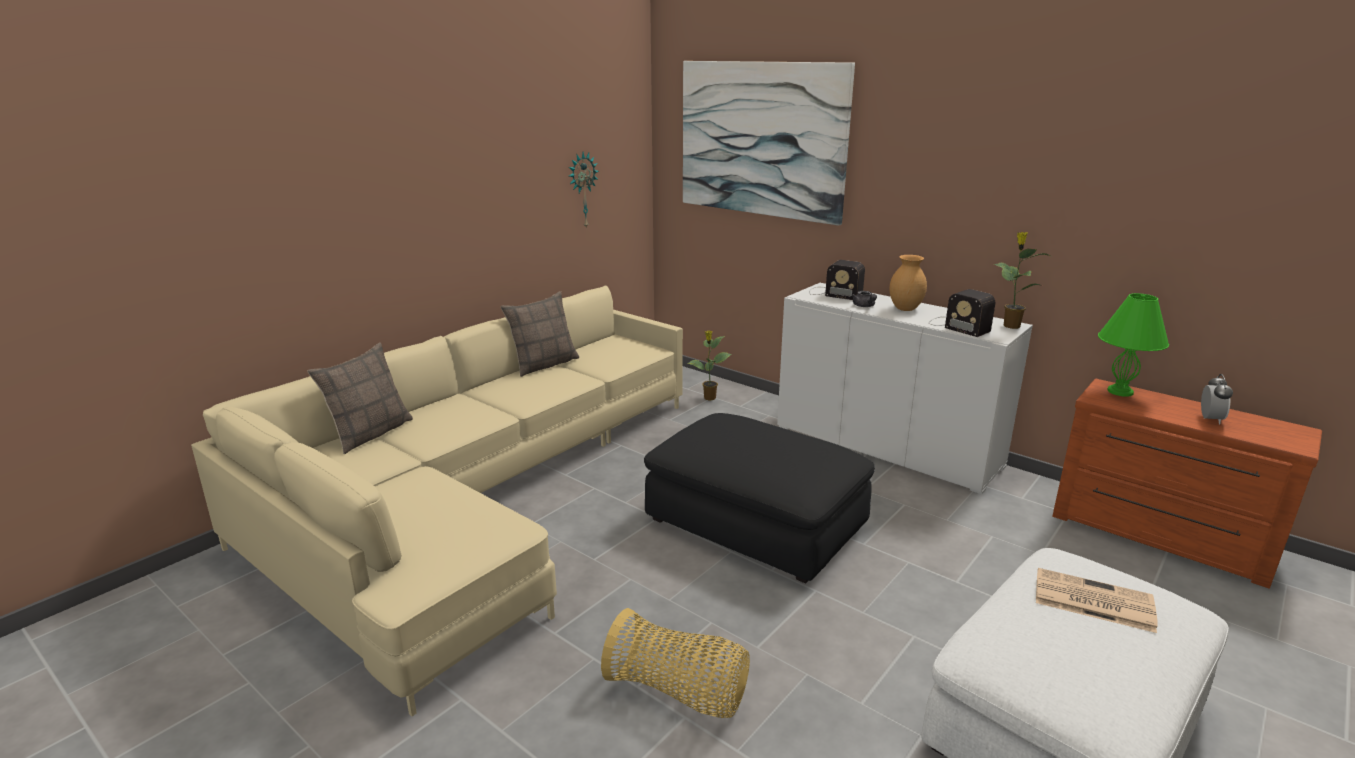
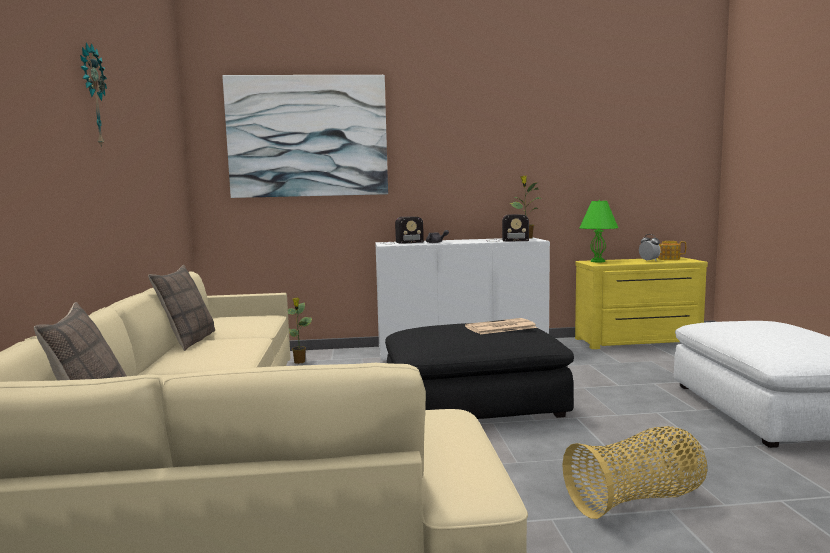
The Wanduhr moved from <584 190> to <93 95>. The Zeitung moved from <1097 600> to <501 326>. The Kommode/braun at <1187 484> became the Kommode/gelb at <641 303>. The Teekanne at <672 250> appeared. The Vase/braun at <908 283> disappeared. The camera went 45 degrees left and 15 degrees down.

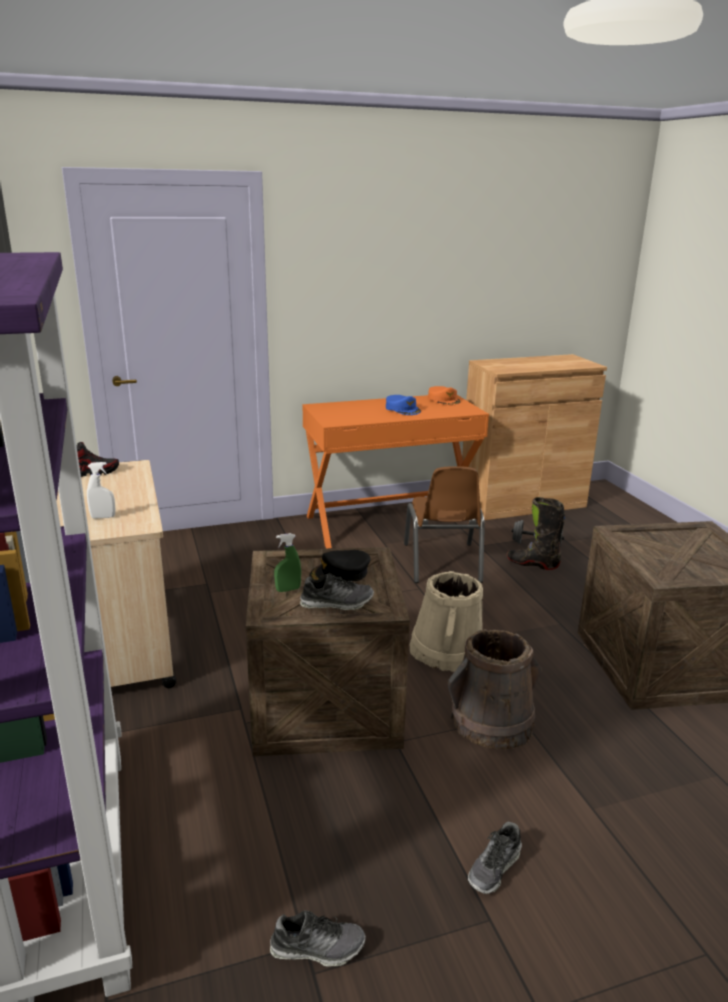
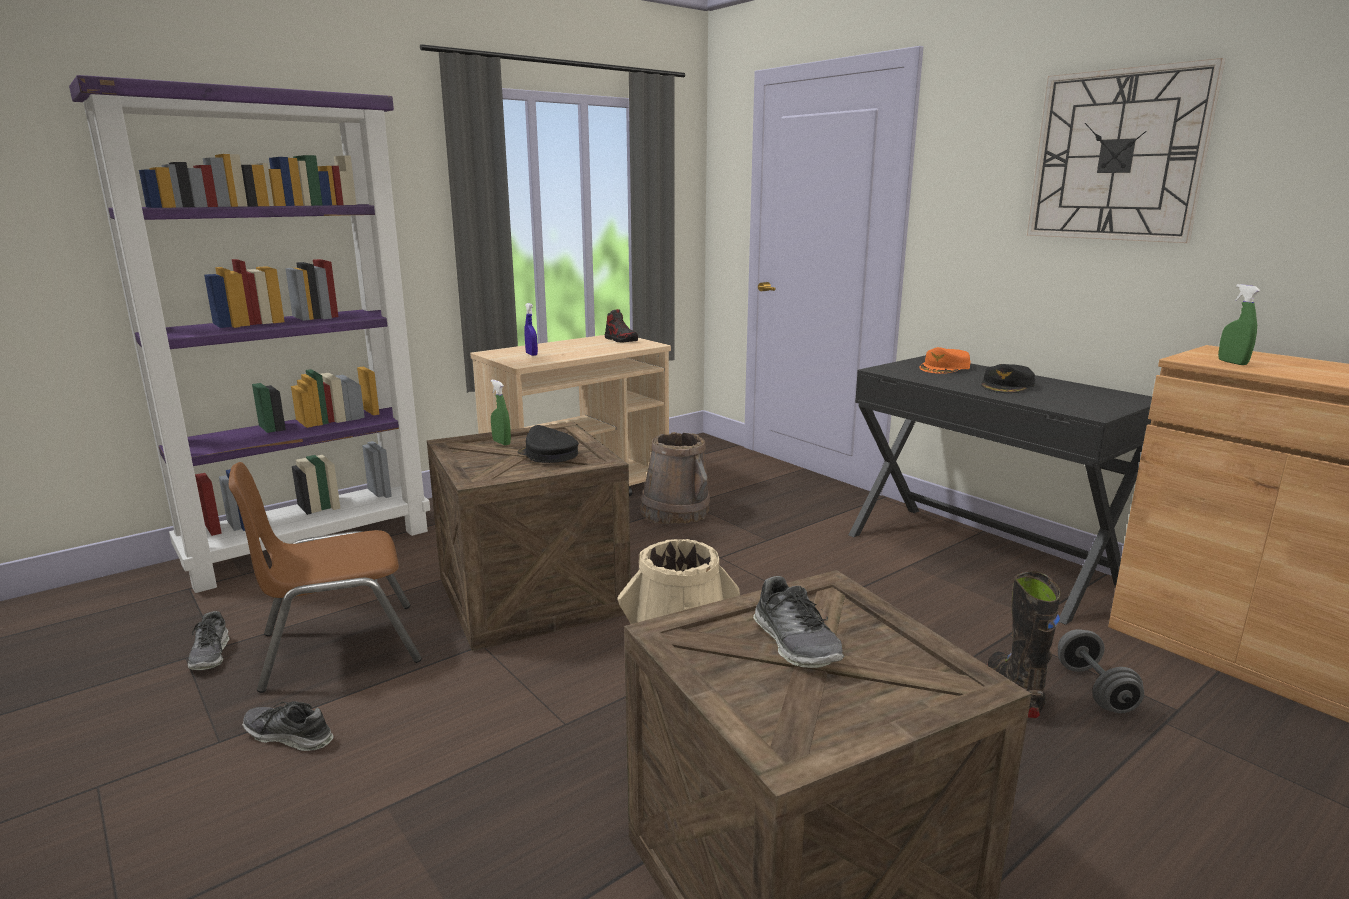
The Stuhl/braun moved from <444 524> to <325 577>. The Sprühflasche/weiß at <101 490> became the Sprühflasche/blau at <531 329>. The Eimer/braun moved from <494 689> to <675 478>. The Schuh moved from <337 591> to <798 622>. The Schreibtisch/orange at <395 472> became the Schreibtisch/schwarz at <1000 490>. The Kappe/orange moved from <444 396> to <945 360>. The Kappe/blau at <403 405> became the Kappe/schwarz at <1008 378>. The Wanduhr at <1126 150> appeared. The Sprühflasche/grün at <1239 324> appeared. The camera went 70 degrees right and 5 degrees down.

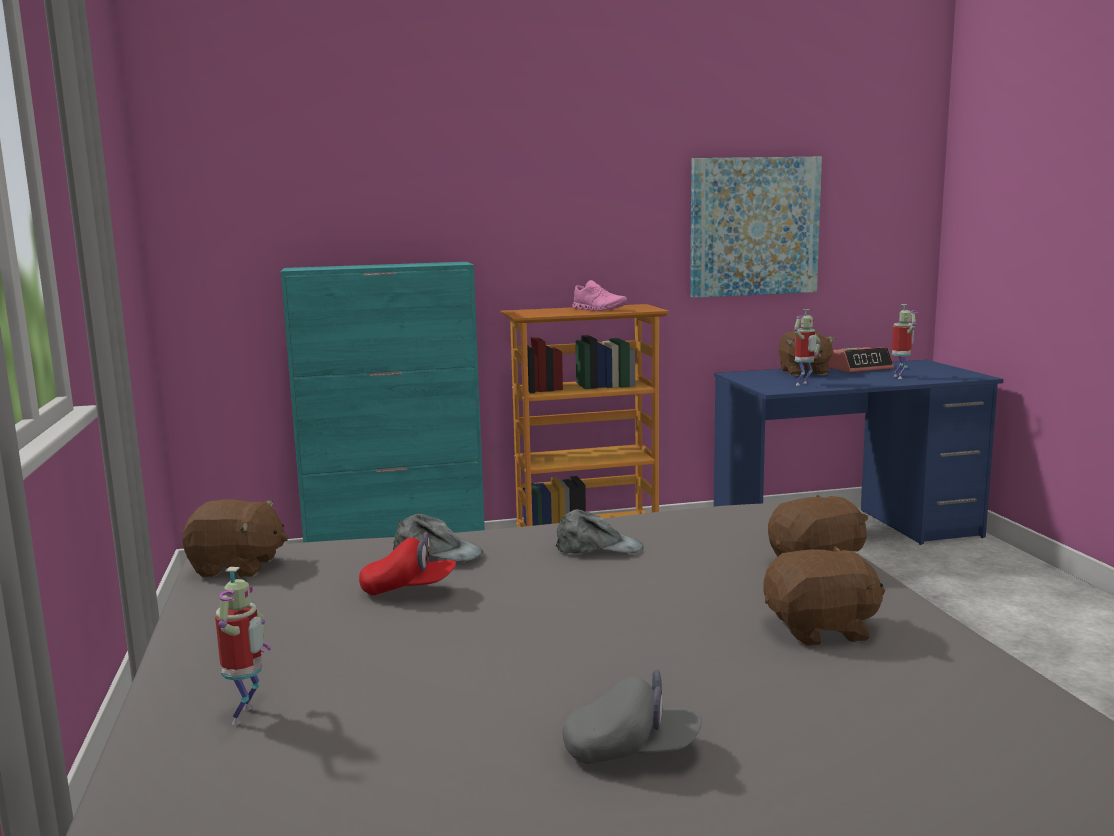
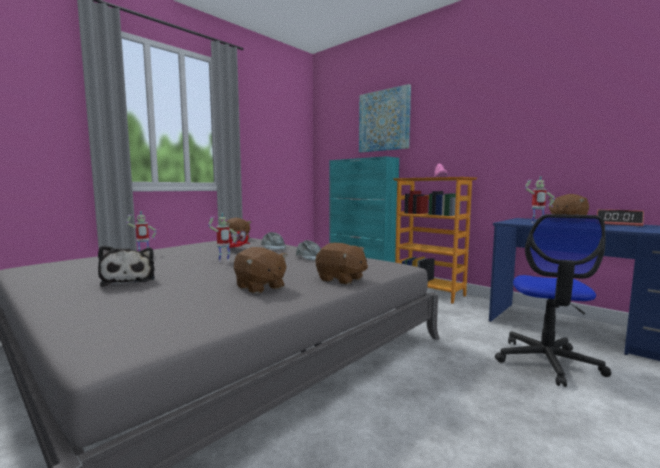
The Kappe/grau at <632 716> was replaced by the Plüschtier at <126 266>. The Spielzeugroboter moved from <905 341> to <223 237>. The Bild moved from <756 227> to <385 118>. The Bürostuhl at <553 300> appeared. The camera went 55 degrees right and 5 degrees down.

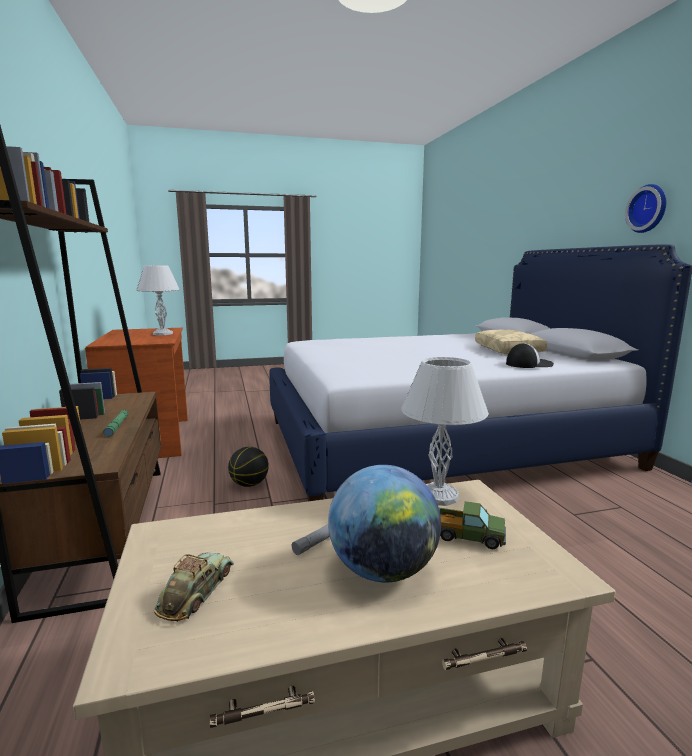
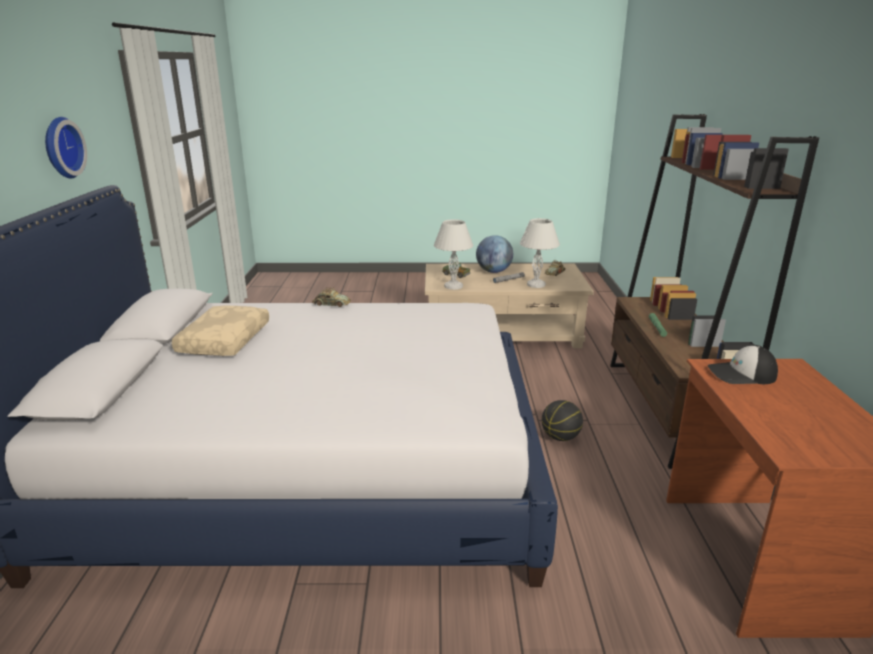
The Spielzeugauto at <331 297> appeared. The Tischlampe/weiß moved from <158 300> to <540 253>. The Kappe moved from <530 355> to <743 364>. The camera went 165 degrees left and 10 degrees up.

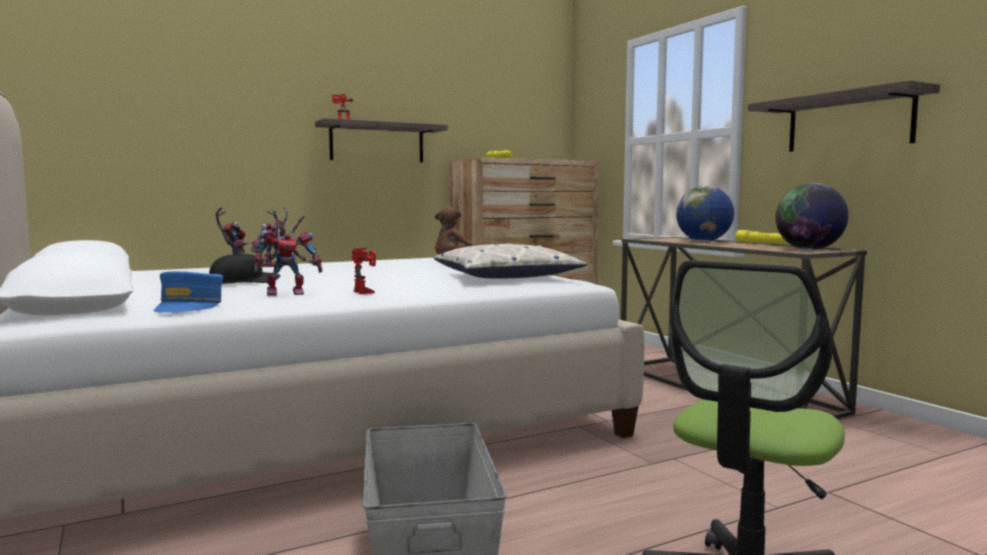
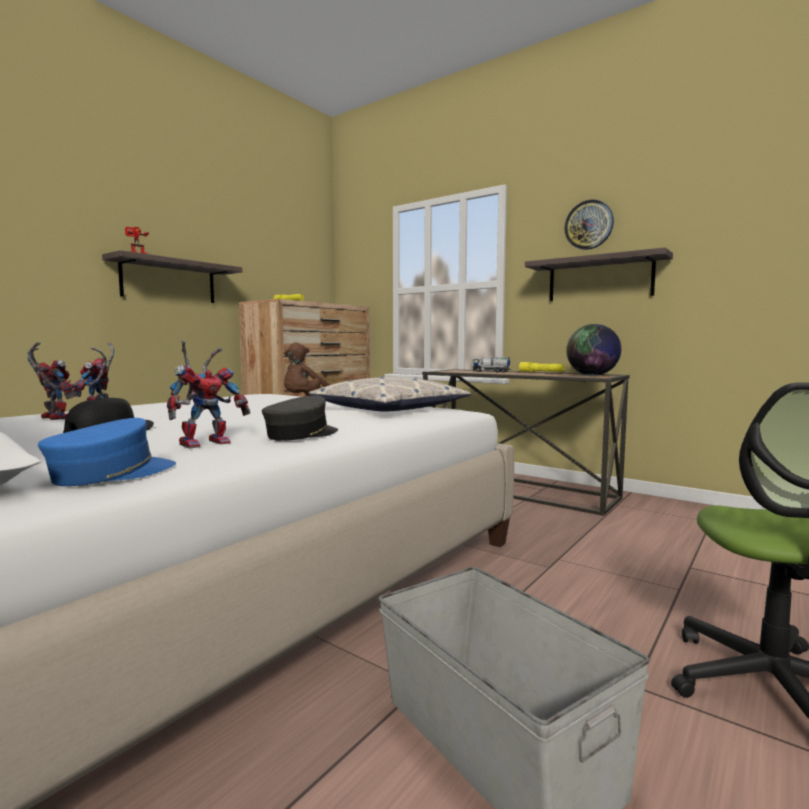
The Kappe/blau at <188 292> turned 120 degrees counterclockwise. The Spielzeugroboter at <364 271> was replaced by the Kappe/grau at <300 418>. The Globus at <705 213> was replaced by the Spielzeuglaster at <491 365>. The Wanduhr at <589 225> appeared. The camera went 25 degrees left and 0 degrees up.

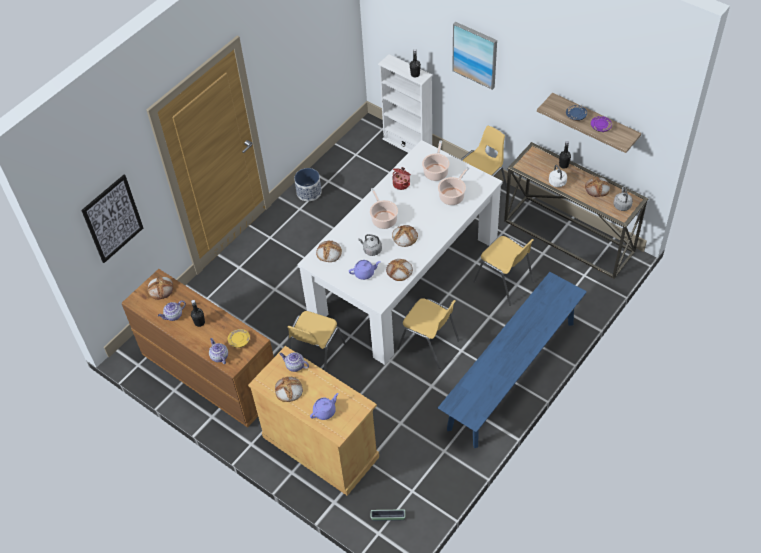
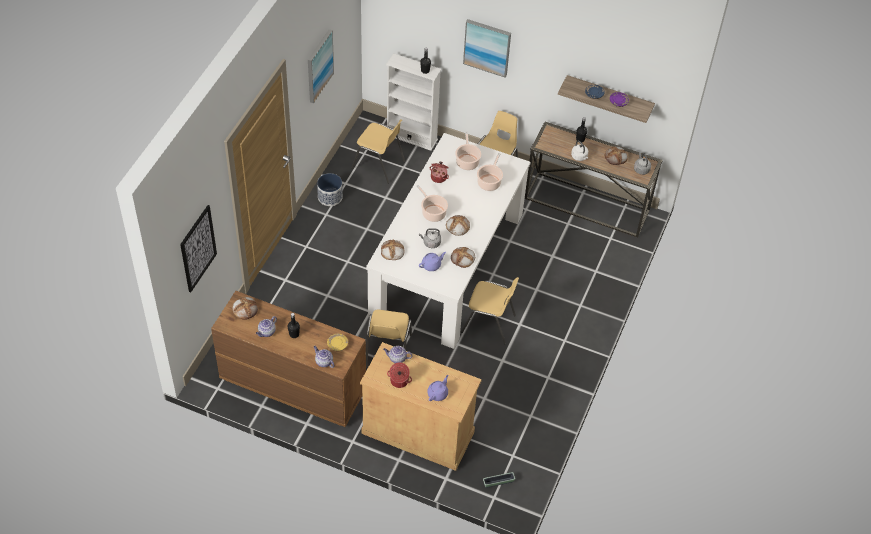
The Bild at <321 66> appeared. The Stuhl/gelb moved from <503 271> to <378 151>. The Brot at <289 389> was replaced by the Kochtopf at <399 375>. The Bank/blau at <512 360> disappeared. The camera went 20 degrees left and 0 degrees up.

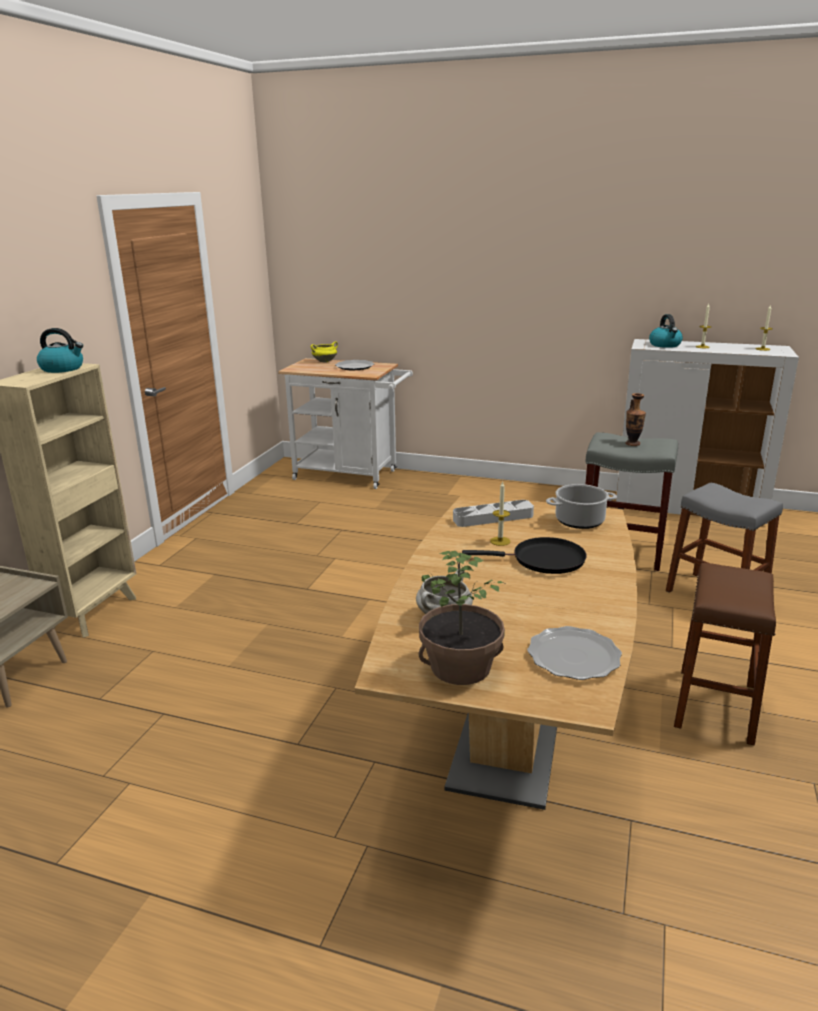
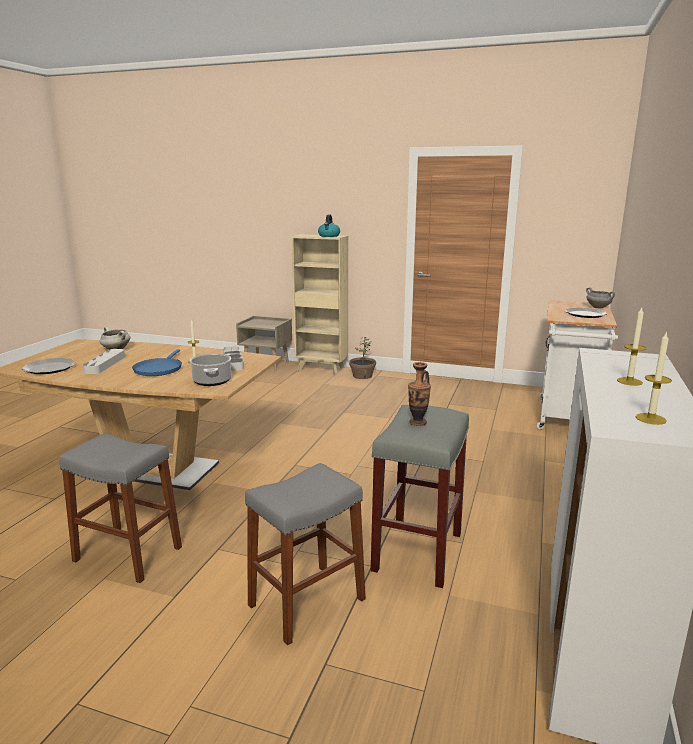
The Hocker/braun at <725 654> became the Hocker/grau at <120 508>. The Tablett/grau at <104 361> appeared. The Pfanne/schwarz at <524 555> became the Pfanne/blau at <157 362>. The Topfpflanze moved from <462 618> to <362 358>. The Kochtopf/gelb at <324 352> became the Kochtopf/grau at <600 298>. The Wasserkessel at <666 331> disappeared. The camera went 90 degrees right and 5 degrees down.

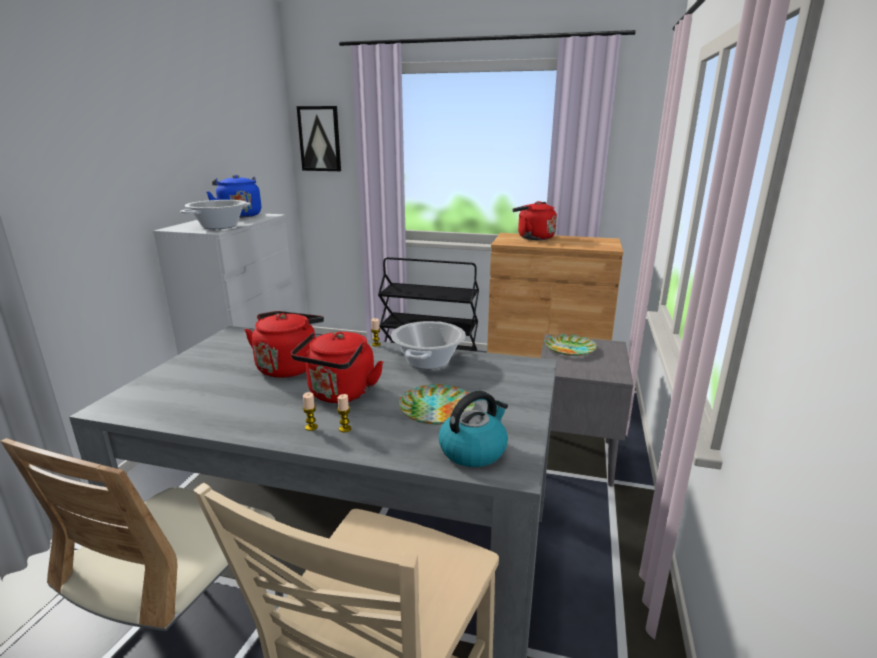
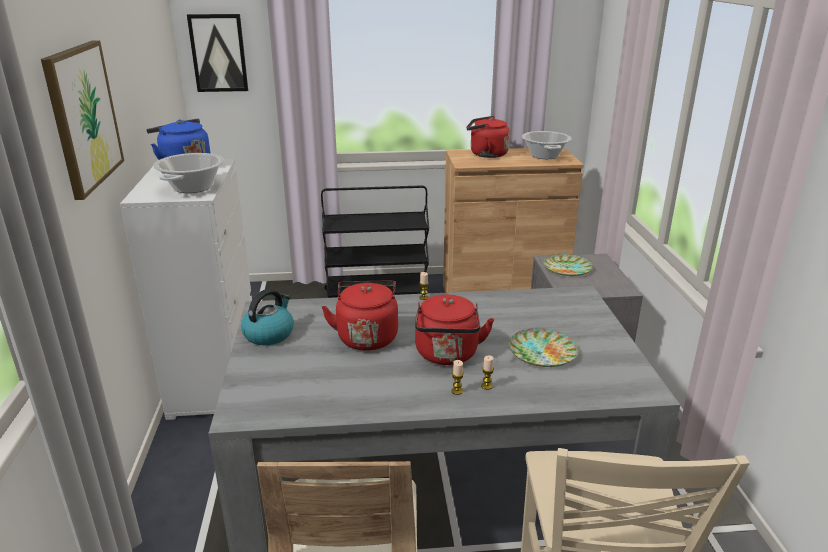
The Bild at <82 120> appeared. The Wasserkessel moved from <473 429> to <267 317>. The Kochtopf moved from <428 345> to <547 145>. The camera went 20 degrees left and 5 degrees up.

